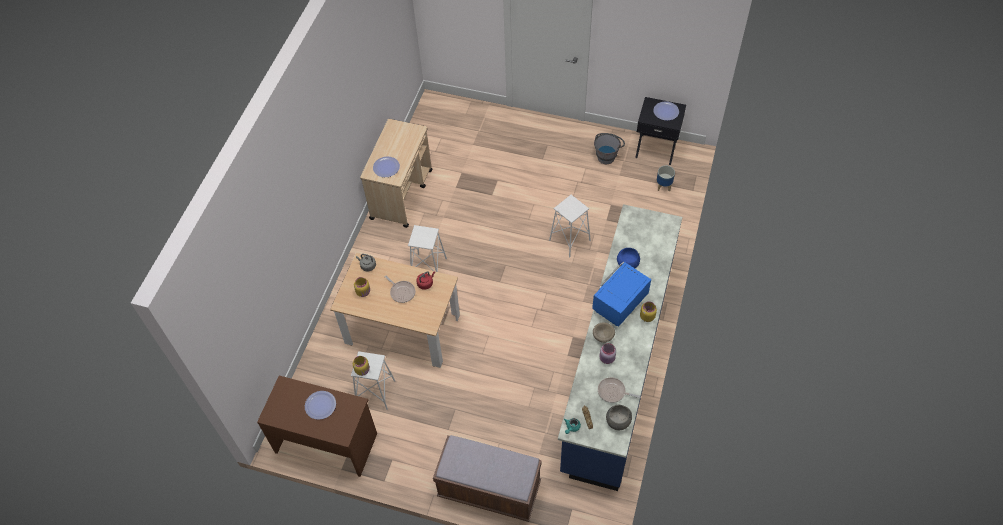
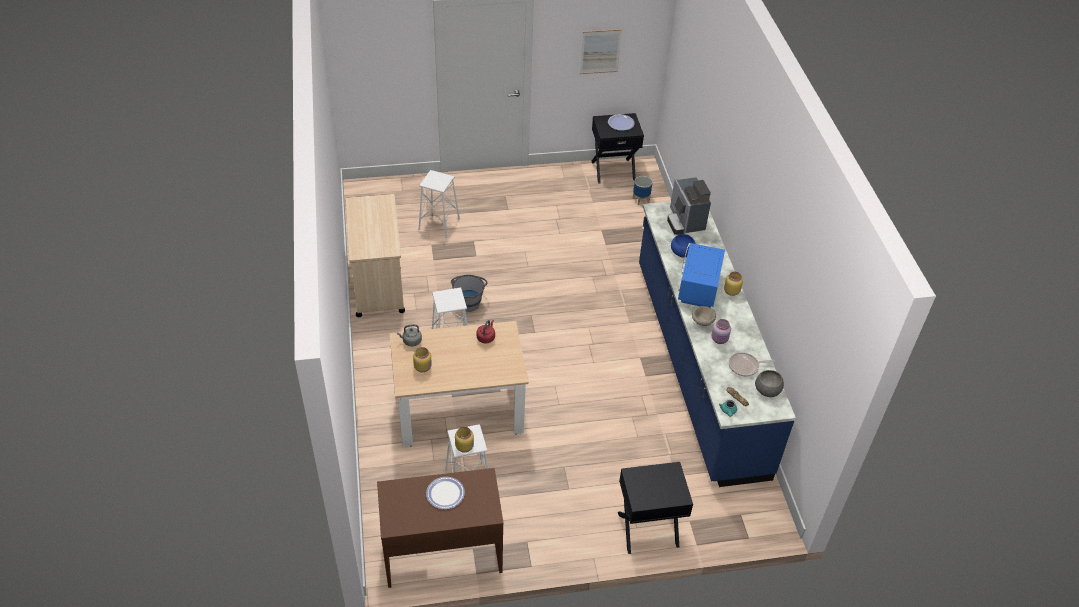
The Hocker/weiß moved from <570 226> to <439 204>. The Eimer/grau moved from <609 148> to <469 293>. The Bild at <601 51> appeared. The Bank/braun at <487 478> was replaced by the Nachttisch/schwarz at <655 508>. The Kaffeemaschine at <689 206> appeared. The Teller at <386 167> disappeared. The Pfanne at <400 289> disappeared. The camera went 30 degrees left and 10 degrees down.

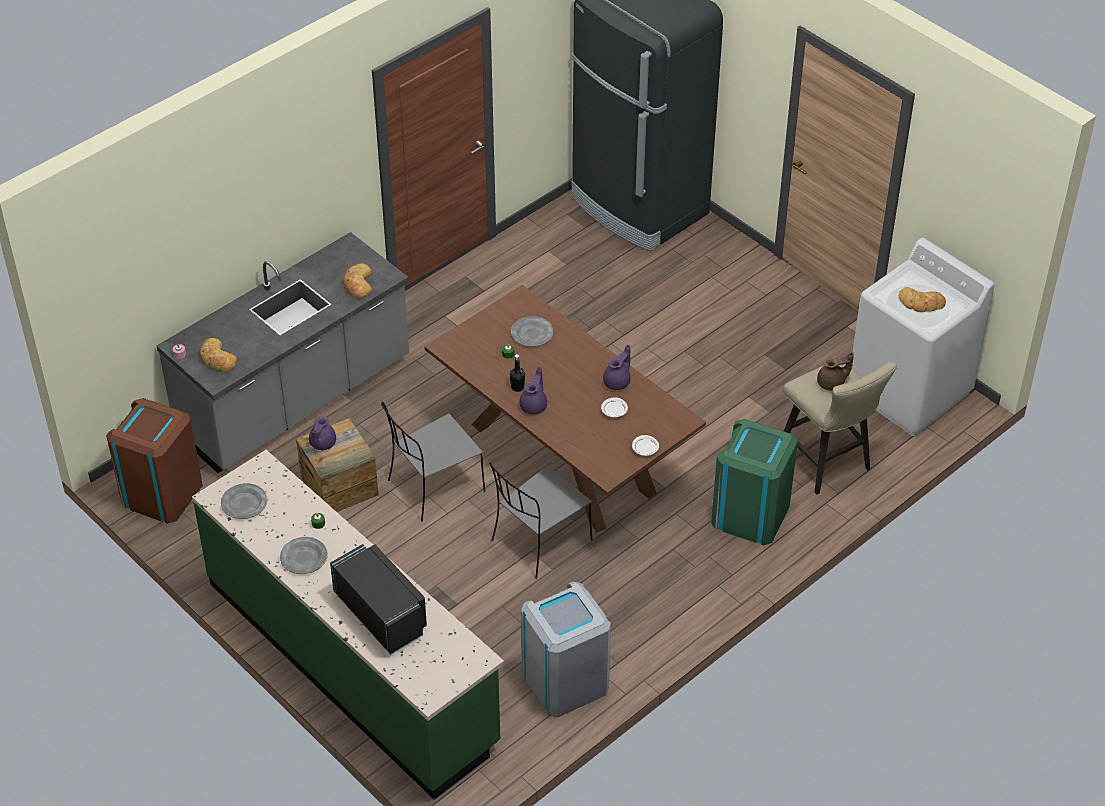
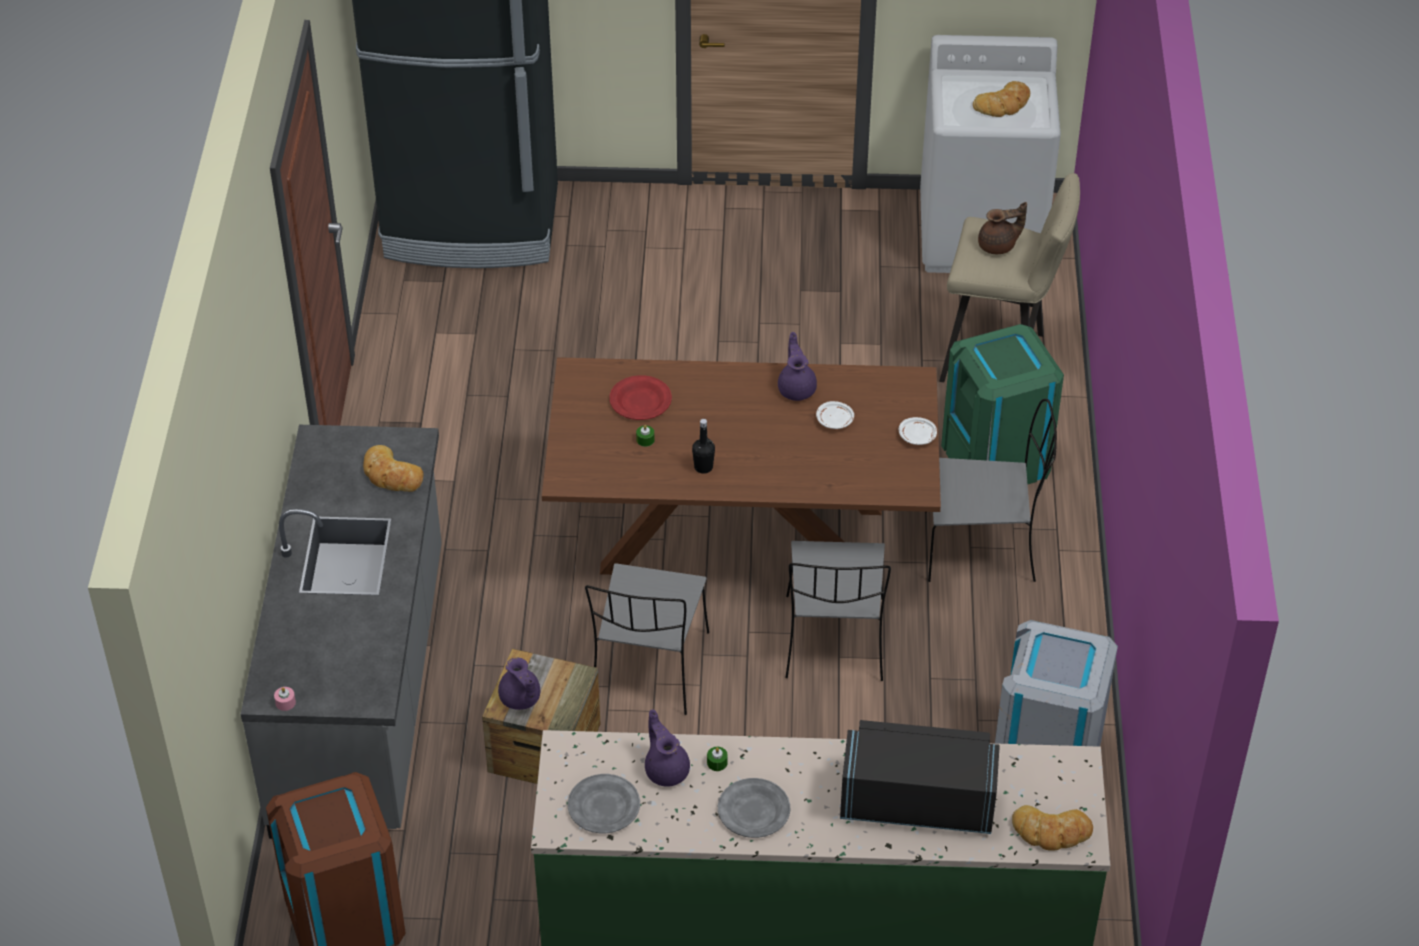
The Teller/grau at <532 331> became the Teller/rot at <640 397>. The Teekanne/lila moved from <533 390> to <667 748>. The Stuhl/grau at <991 490> appeared. The Teekanne/braun at <835 372> turned 45 degrees clockwise. The Brot moved from <218 355> to <1052 828>. The camera went 45 degrees left and 0 degrees up.

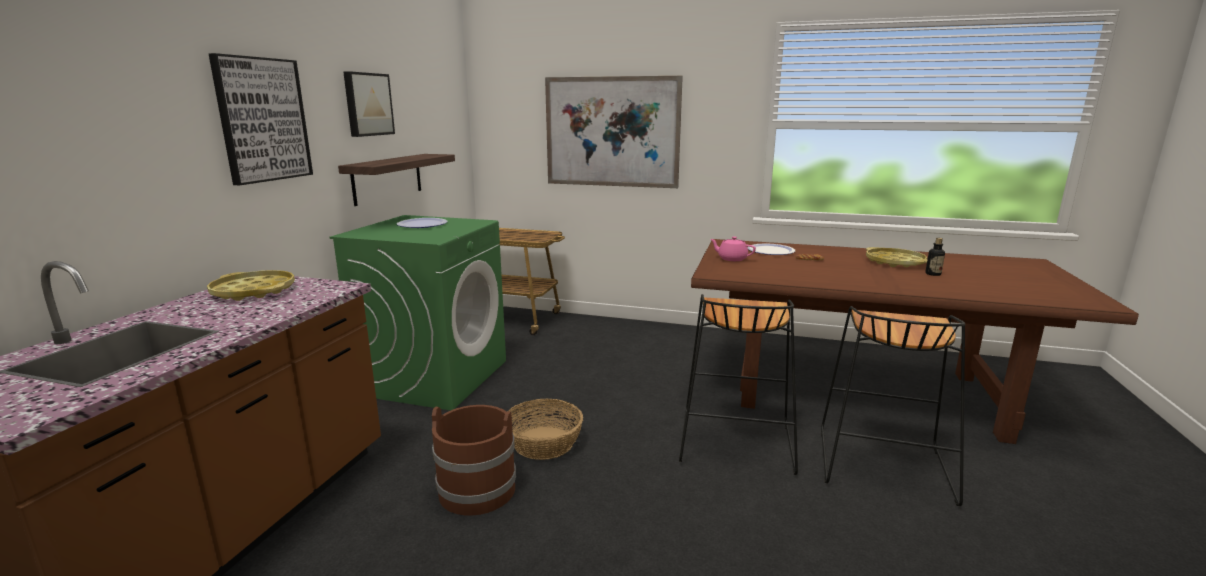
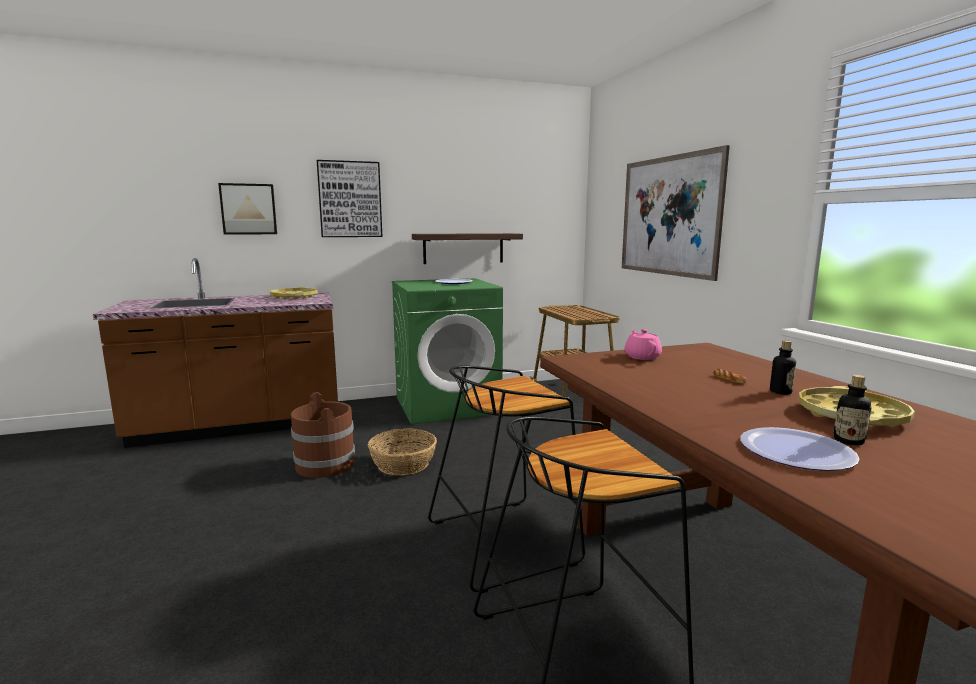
The Bild moved from <369 104> to <247 209>. The Teller moved from <771 249> to <800 449>. The Flasche at <783 367> appeared. The camera went 55 degrees right and 5 degrees down.

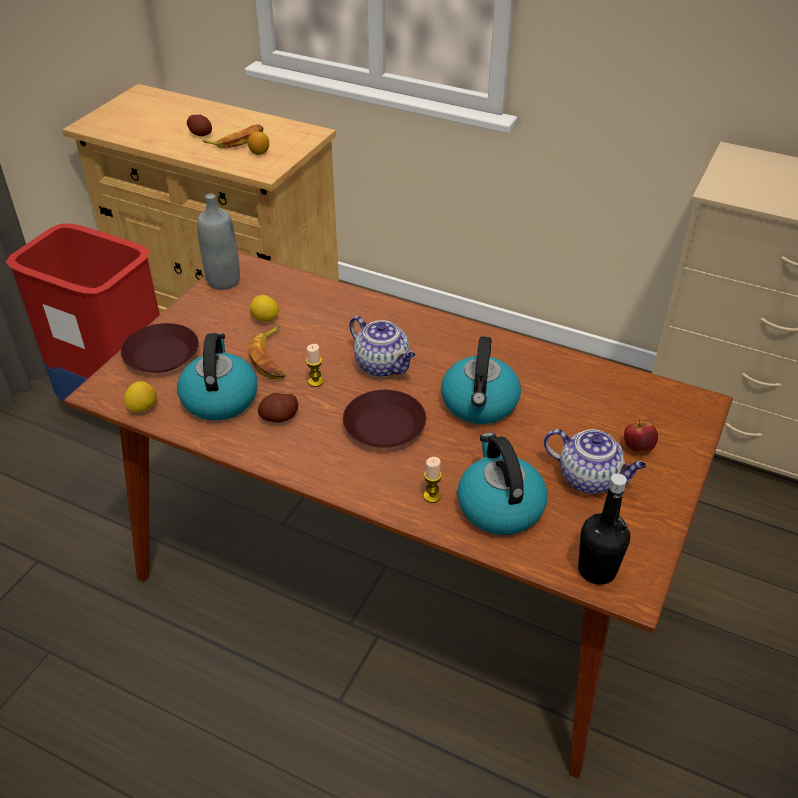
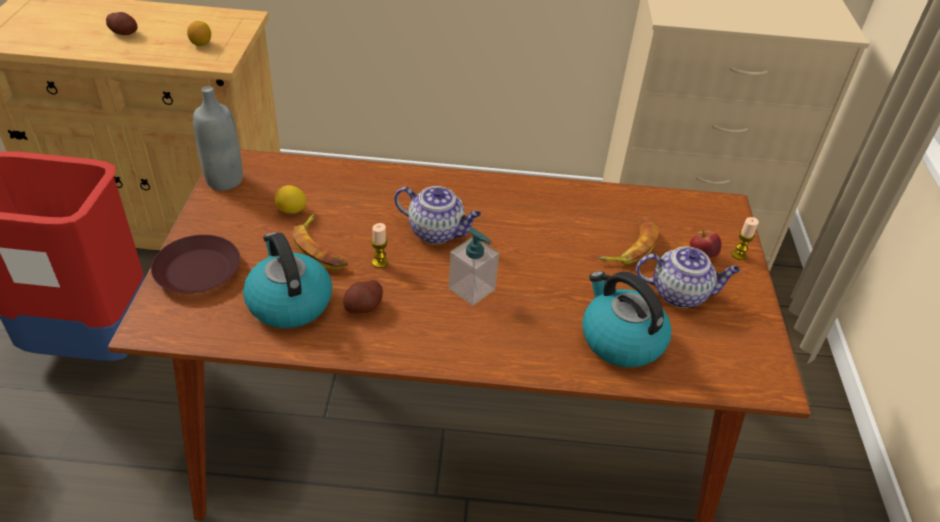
The Teller/braun at <384 419> was replaced by the Seifenspender at <473 267>. The Banane moved from <233 136> to <628 240>. The Kerze moved from <433 480> to <745 238>. The Zitrone at <140 397> disappeared. The Wasserkessel at <481 380> disappeared. The Flasche/schwarz at <604 529> disappeared. The camera went 25 degrees left and 0 degrees up.

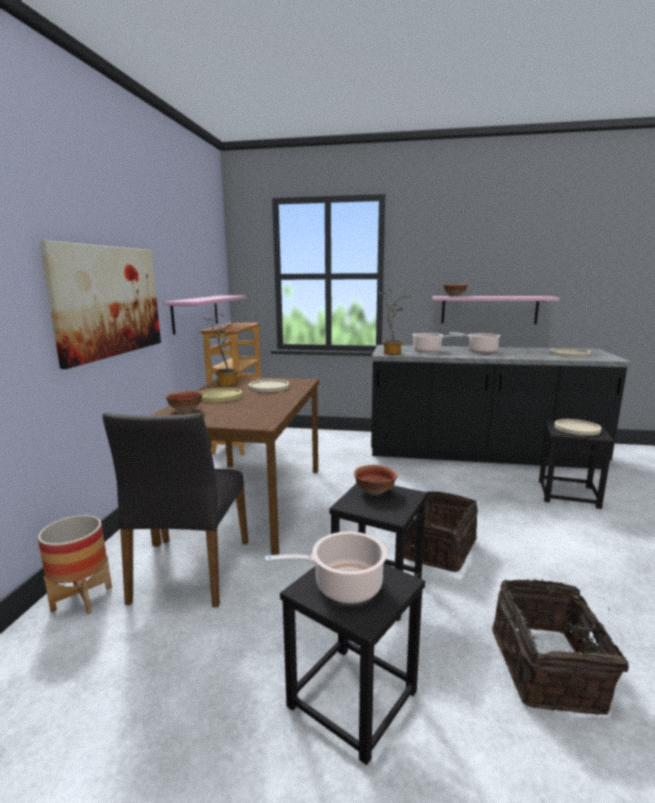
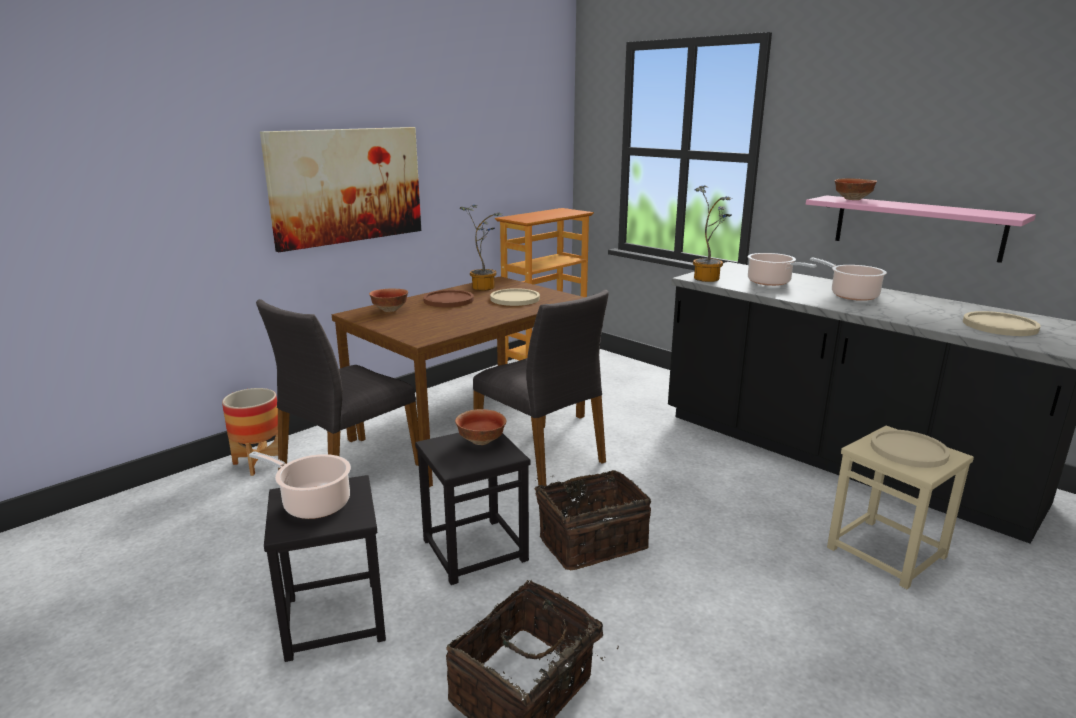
The Teller/gelb at <221 394> became the Teller/braun at <448 298>. The Stuhl/grau at <541 388> appeared. The Hocker/schwarz at <577 464> became the Hocker/beige at <900 507>. The Wandregal/rosa at <205 315> disappeared. The camera went 35 degrees right and 5 degrees up.

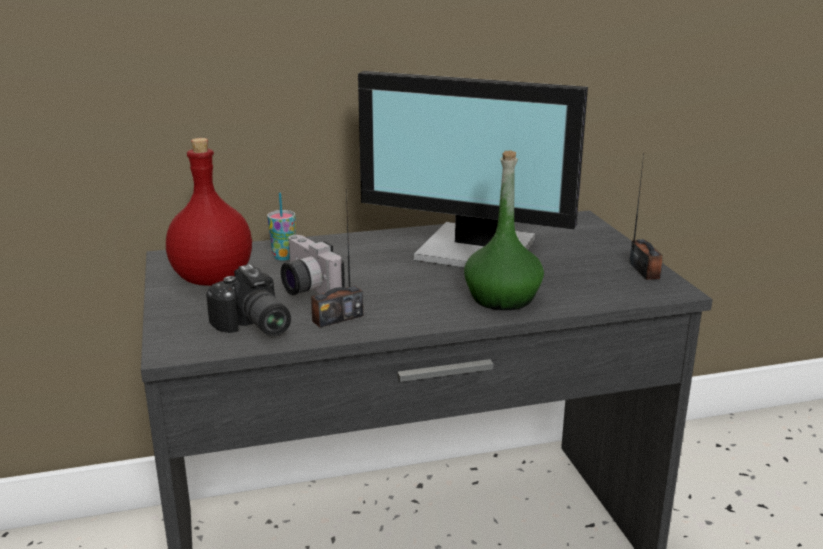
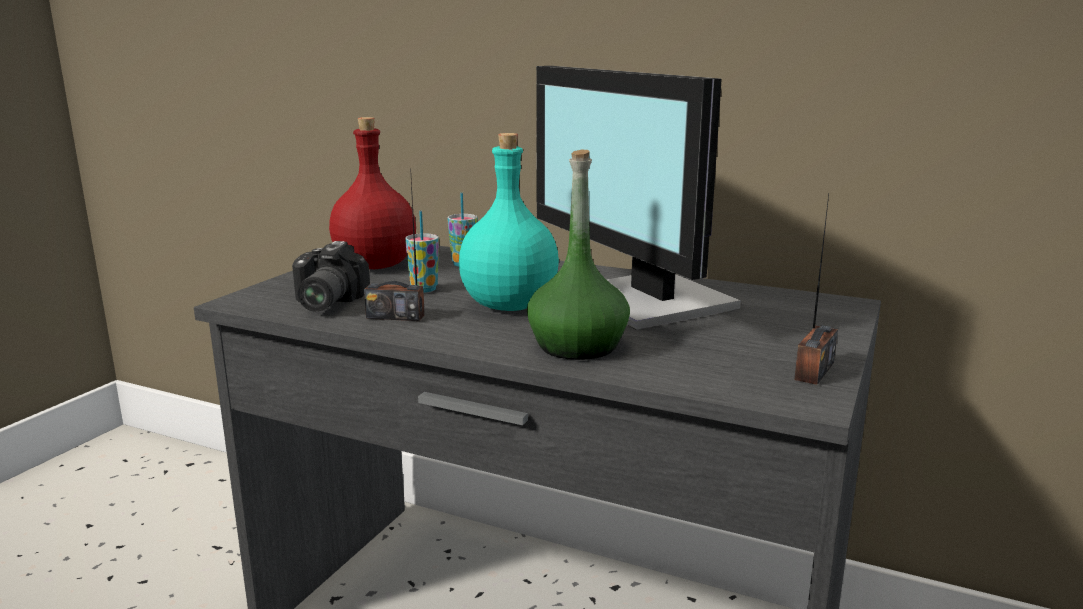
The Kamera at <313 265> was replaced by the Tasse at <422 252>. The Flasche/türkis at <509 222> appeared. The camera went 40 degrees right and 5 degrees down.

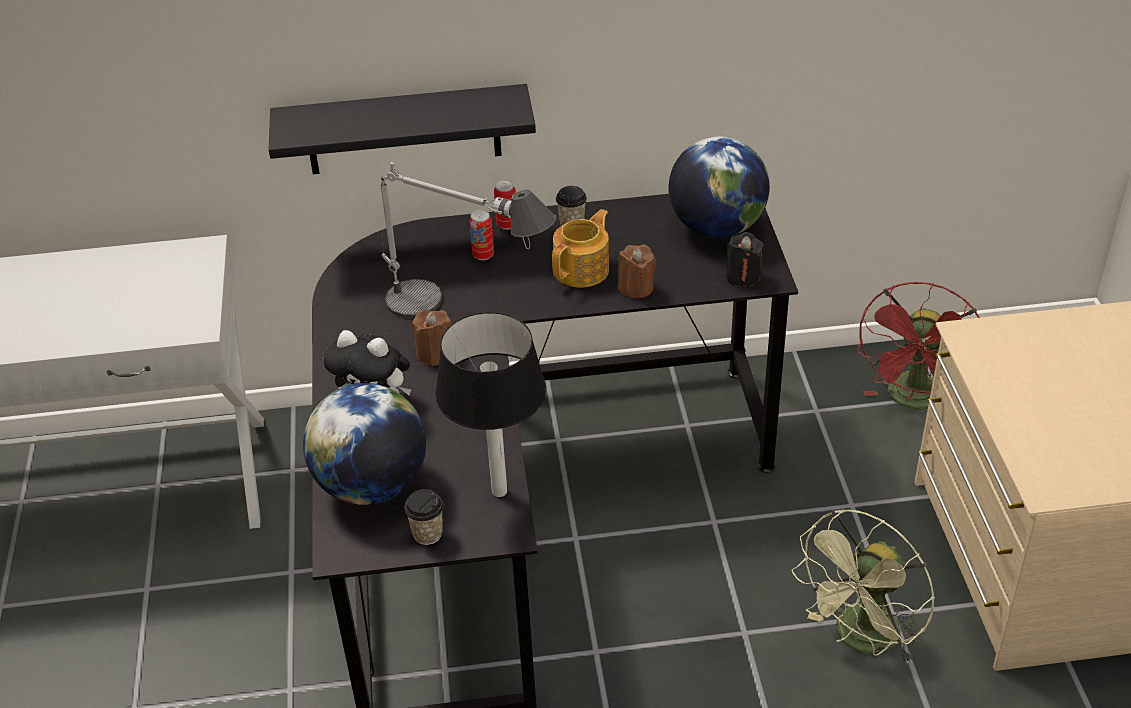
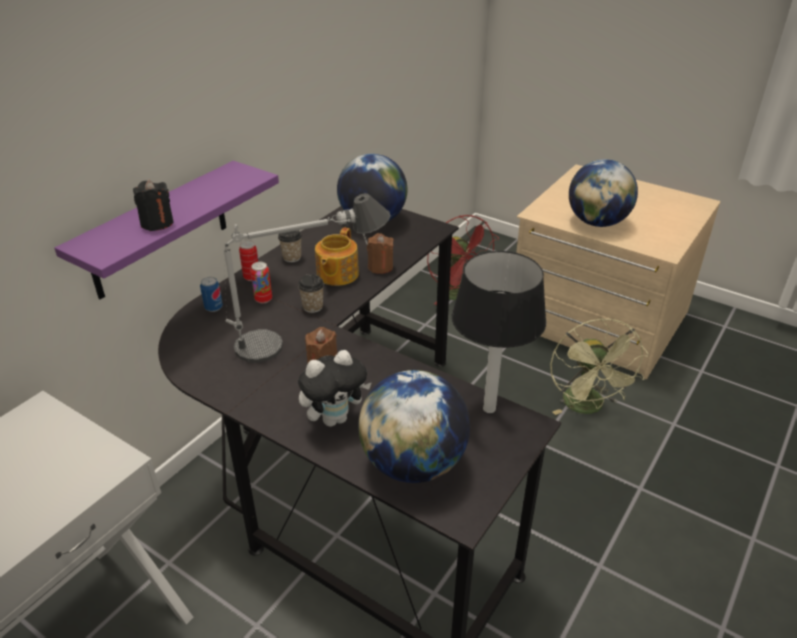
The Wandregal/schwarz at <402 129> became the Wandregal/lila at <166 230>. The Kerze/schwarz moved from <745 259> to <153 205>. The Dose at <211 294> appeared. The Tasse moved from <423 517> to <311 293>. The Teekanne at <580 248> turned 150 degrees counterclockwise. The Globus at <603 193> appeared. The camera went 50 degrees left and 5 degrees down.

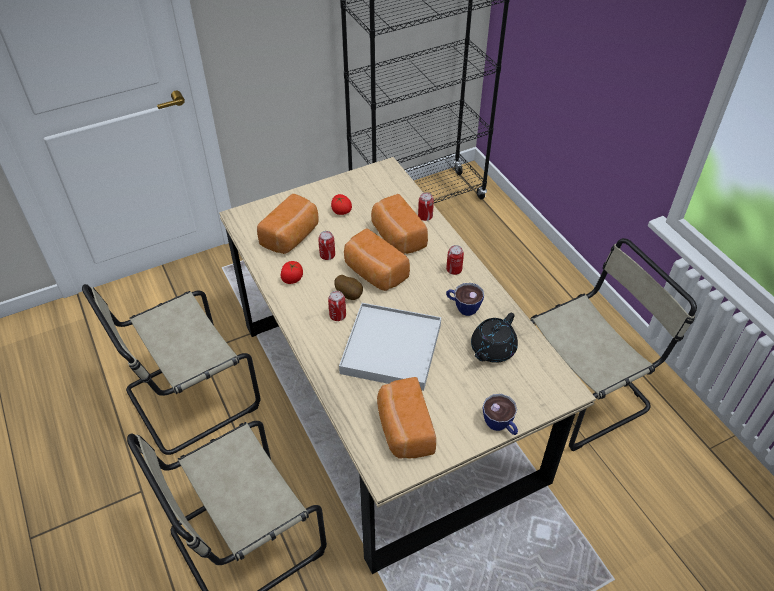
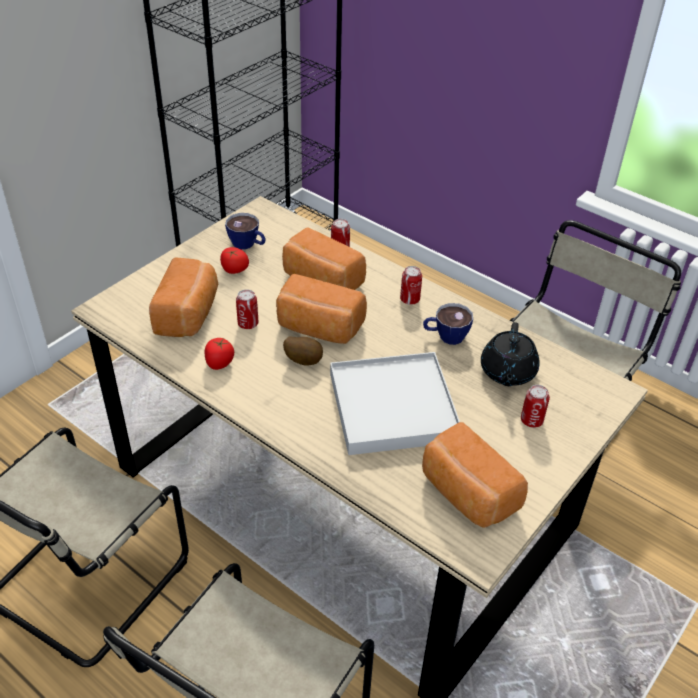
The Tasse moved from <500 414> to <245 231>. The Dose moved from <337 306> to <535 406>. The camera went 25 degrees left and 5 degrees down.

